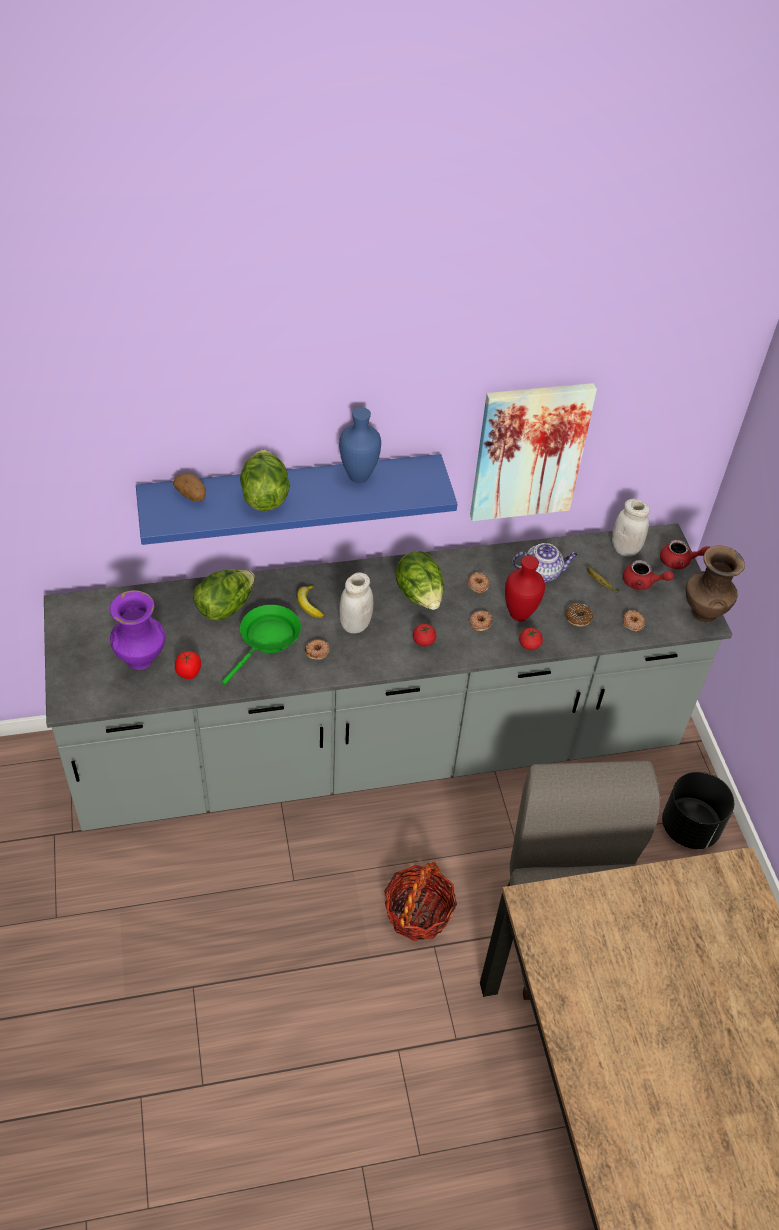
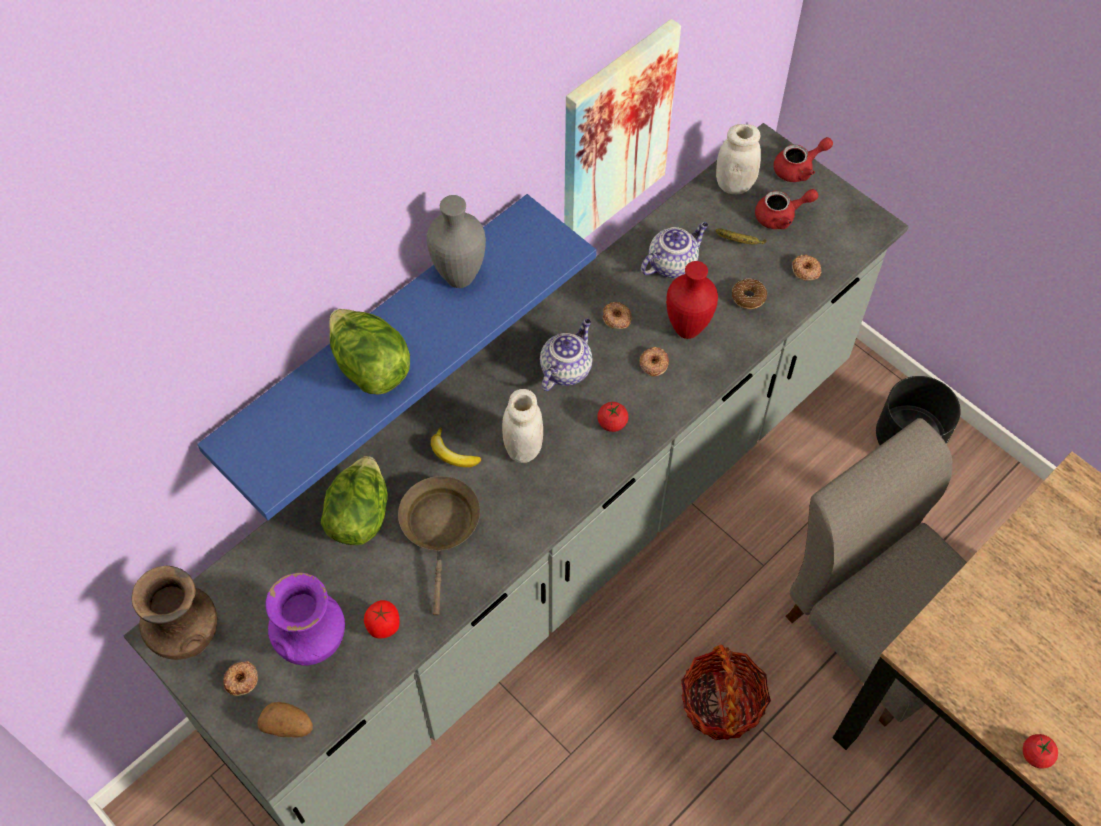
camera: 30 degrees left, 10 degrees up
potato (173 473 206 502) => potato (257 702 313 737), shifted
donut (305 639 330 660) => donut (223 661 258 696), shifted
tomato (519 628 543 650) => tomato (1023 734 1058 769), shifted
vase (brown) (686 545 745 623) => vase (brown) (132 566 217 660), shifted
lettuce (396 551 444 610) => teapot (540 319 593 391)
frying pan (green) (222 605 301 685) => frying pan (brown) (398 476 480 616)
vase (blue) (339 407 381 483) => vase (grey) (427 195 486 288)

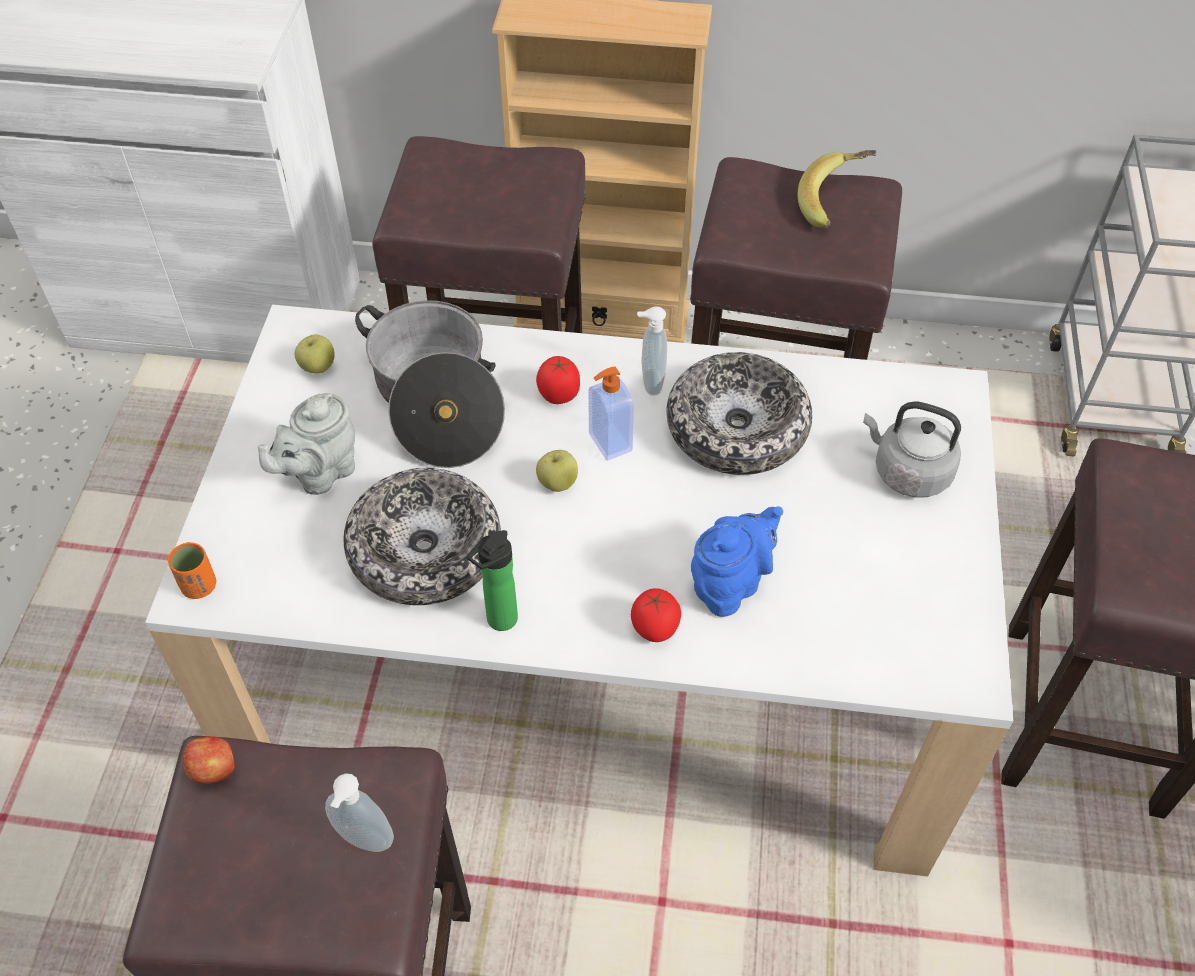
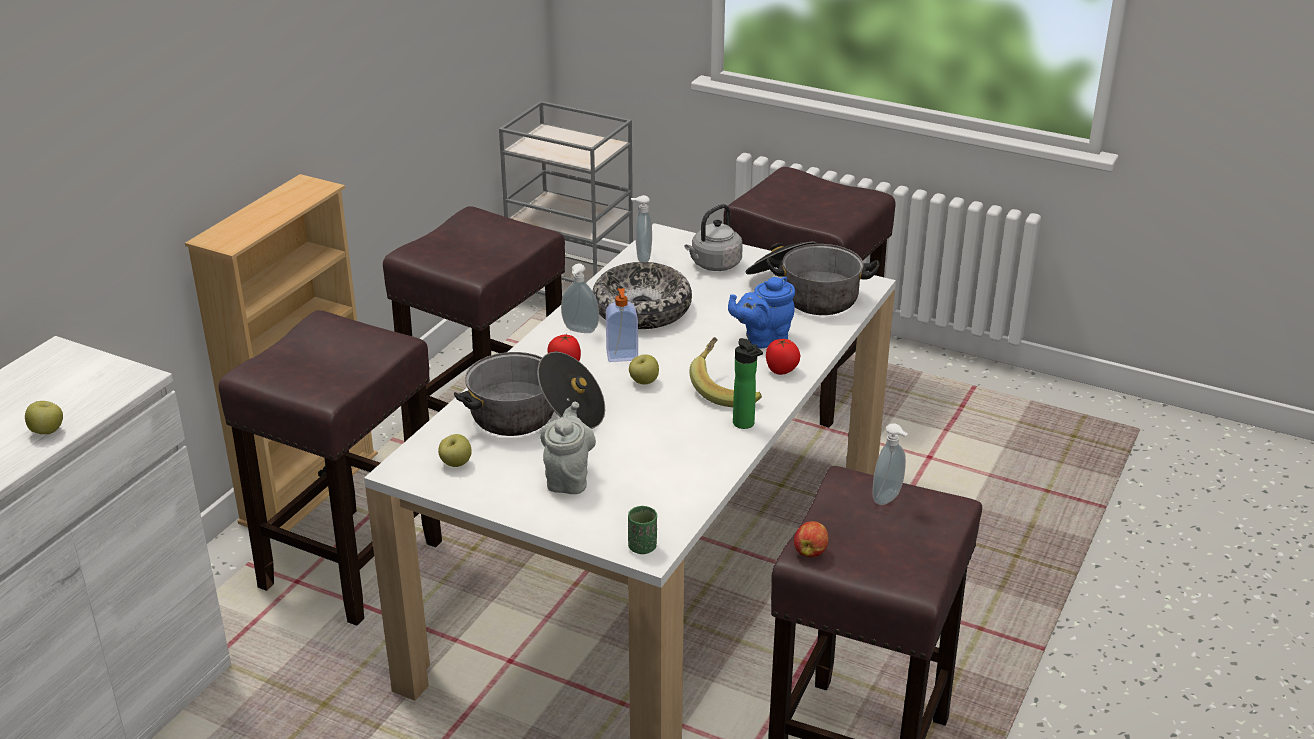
camera: 70 degrees left, 20 degrees down
bowl (343 468 501 605) => nothing
nothing => apple (25 401 63 434)
nothing => soap dispenser (631 195 652 262)
nothing => cooking pot (745 241 880 315)
banana (797 150 876 228) => banana (689 337 762 407), shifted
cup (orange) (168 542 216 599) => cup (green) (628 506 657 554)
teapot (grey) (258 393 355 495) => teapot (grey) (540 402 596 494), 150 degrees counterclockwise
teapot (blue) (691 506 783 617) => teapot (blue) (728 277 795 348), 90 degrees counterclockwise

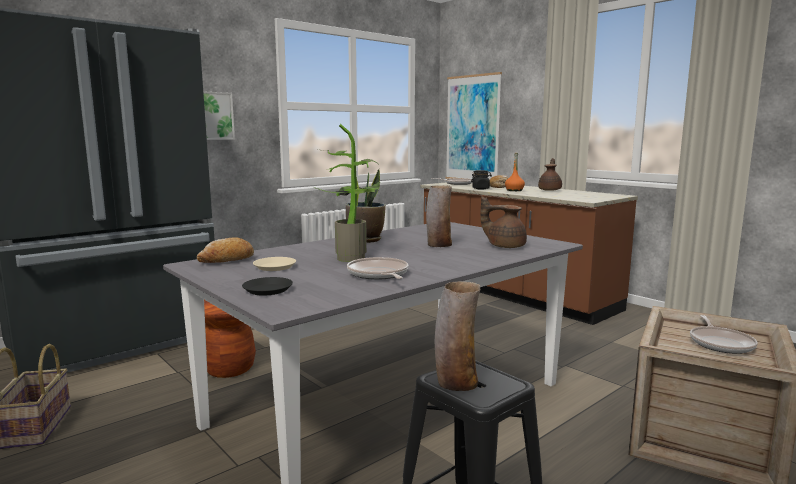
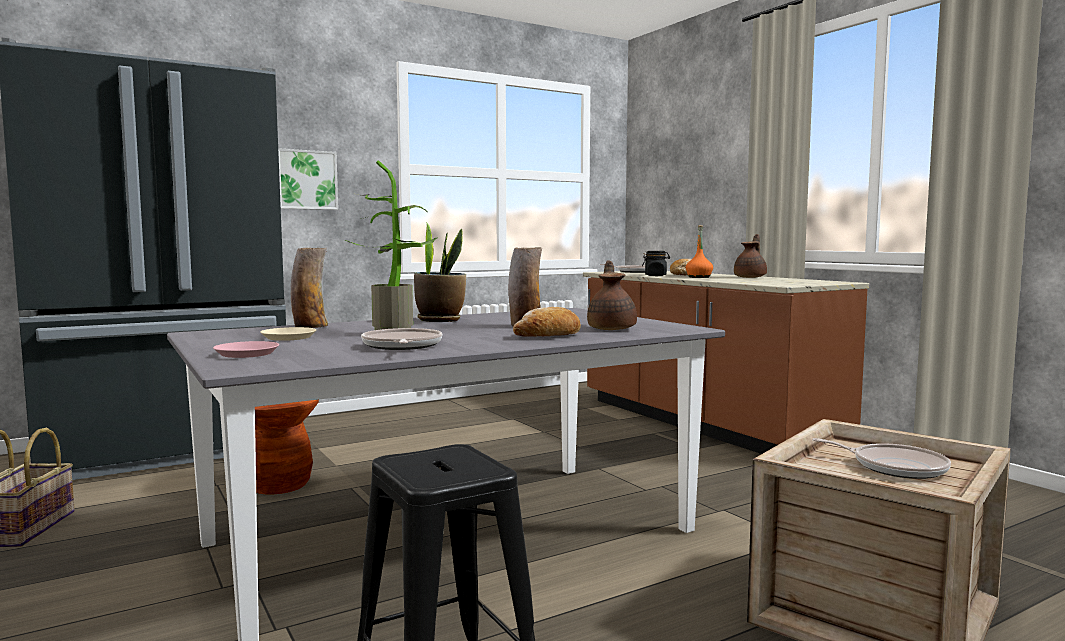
camera: 10 degrees right, 5 degrees down
picture (445 72 502 180) => nothing
bread (197 237 254 263) => bread (513 307 581 337), shifted
vase (435 281 480 391) => vase (290 247 328 328), shifted
plate (black) (242 277 293 295) => plate (pink) (213 341 279 358)
teapot (brown) (480 196 527 248) => teapot (brown) (587 260 637 330), 60 degrees clockwise
frying pan (690 315 758 354) => frying pan (812 438 951 479), 75 degrees counterclockwise

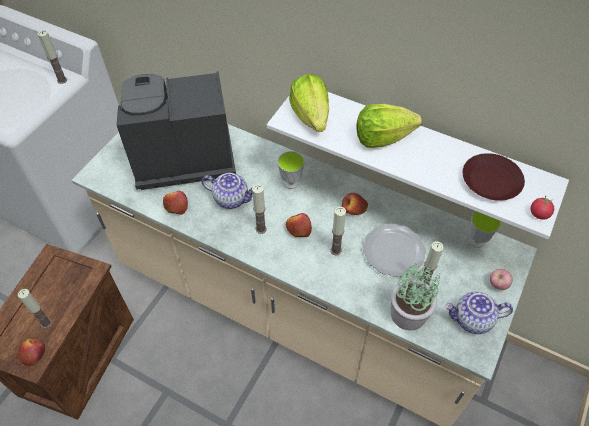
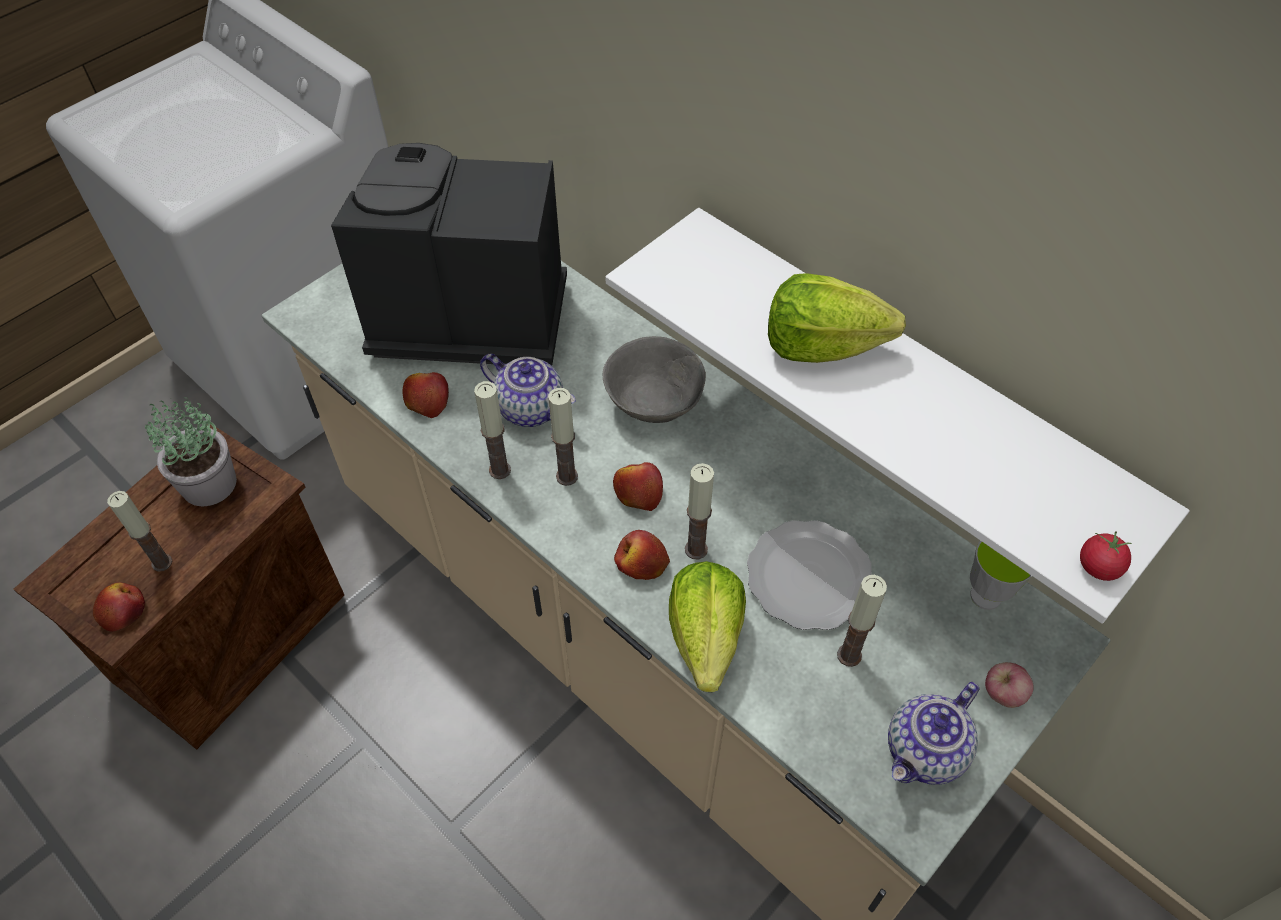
camera: 15 degrees right, 0 degrees up
plate (brown) (463 153 525 201) => nothing
candle (38 30 67 84) => candle (474 381 511 479), shifted
lettuce (289 74 329 132) => lettuce (669 561 746 692), shifted
apple (342 193 368 215) => apple (614 530 670 580), shifted
potted plant (391 263 440 331) => potted plant (145 397 237 507), shifted
cup (278 151 304 189) => bowl (grey) (603 336 706 423)
teapot (445 292 513 334) => teapot (888 682 980 785), 60 degrees counterclockwise

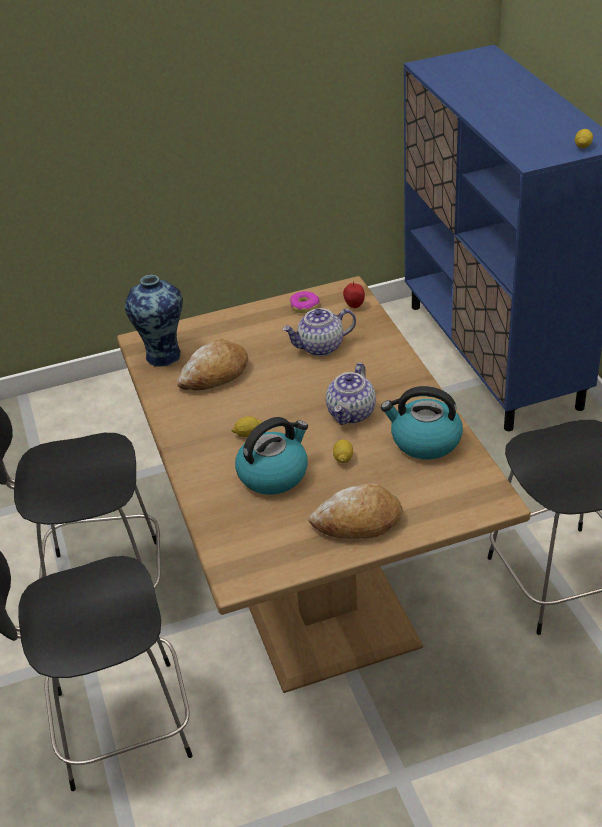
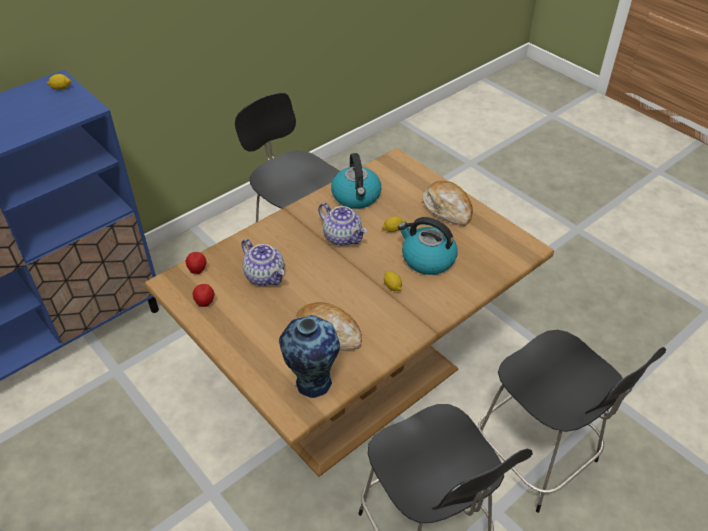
camera: 115 degrees left, 5 degrees up
donut (290 292 320 313) => apple (193 284 214 307)
teapot (326 363 376 425) => teapot (318 203 367 246), 45 degrees clockwise

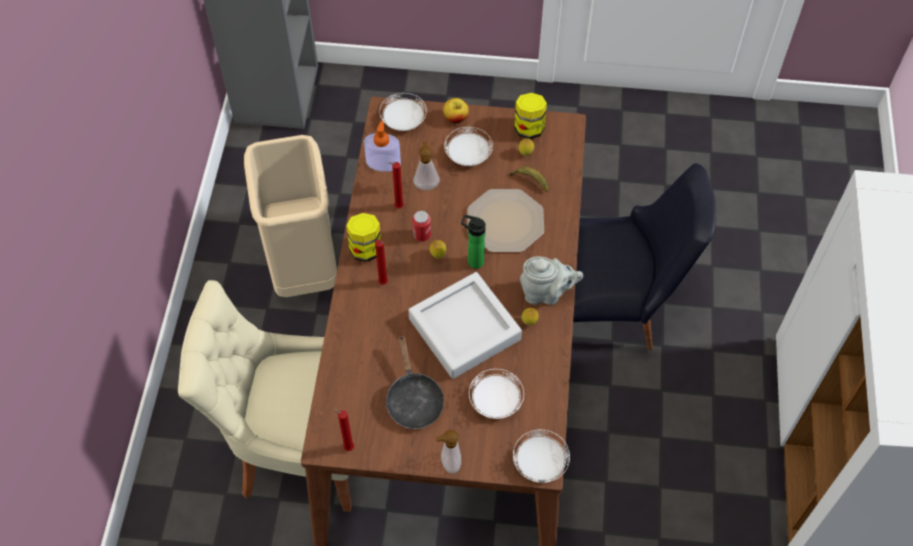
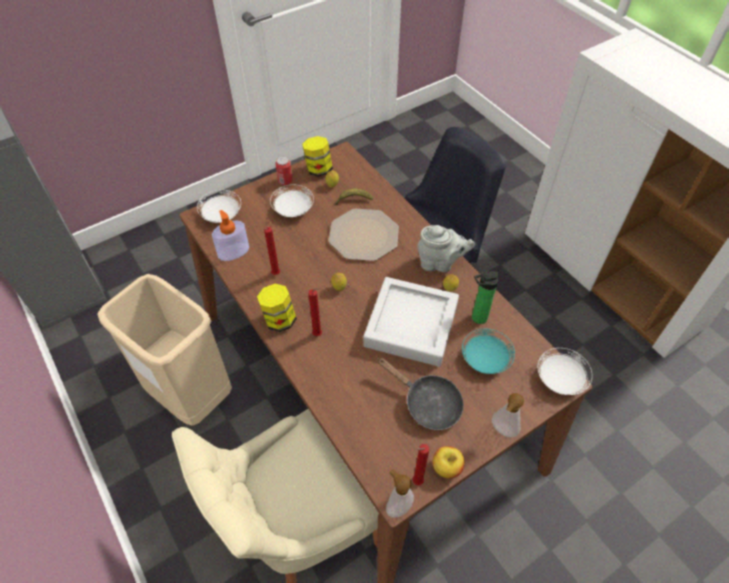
camera: 40 degrees left, 5 degrees down
can (412 211 431 242) => can (275 156 293 185), shifted
soap dispenser (413 141 440 190) => soap dispenser (386 469 414 518), shifted
apple (443 98 469 123) => apple (432 446 464 479), shifted
bottle (461 215 486 269) => bottle (472 271 499 324), shifted
plate (white) (469 369 524 419) => plate (turquoise) (462 329 515 374)
teapot (grey) (520 257 584 305) => teapot (grey) (417 225 475 272), 45 degrees clockwise

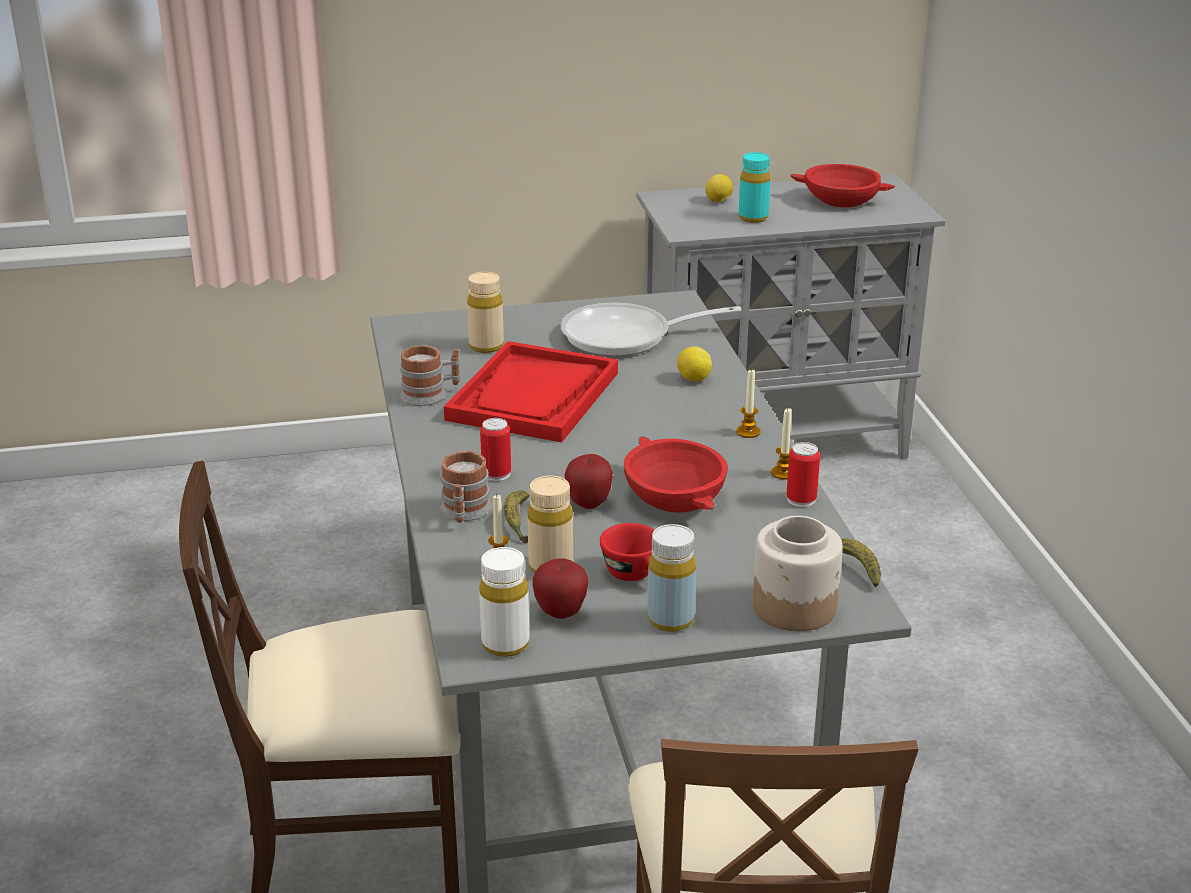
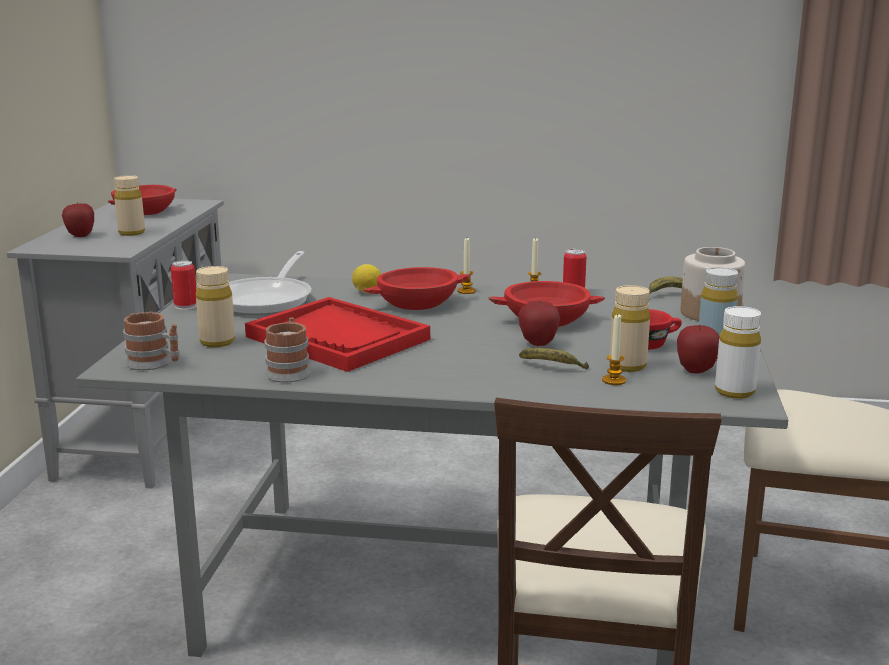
camera: 70 degrees left, 10 degrees down
nothing => bowl (red) (364 267 470 310)
mug (440 450 491 523) => mug (123 312 180 370), shifted
can (480 418 511 481) => can (171 260 197 310), shifted
lemon (705 174 733 202) => apple (62 202 94 237)
bottle (turquoise) (739 152 771 223) => bottle (beige) (114 175 145 236)

